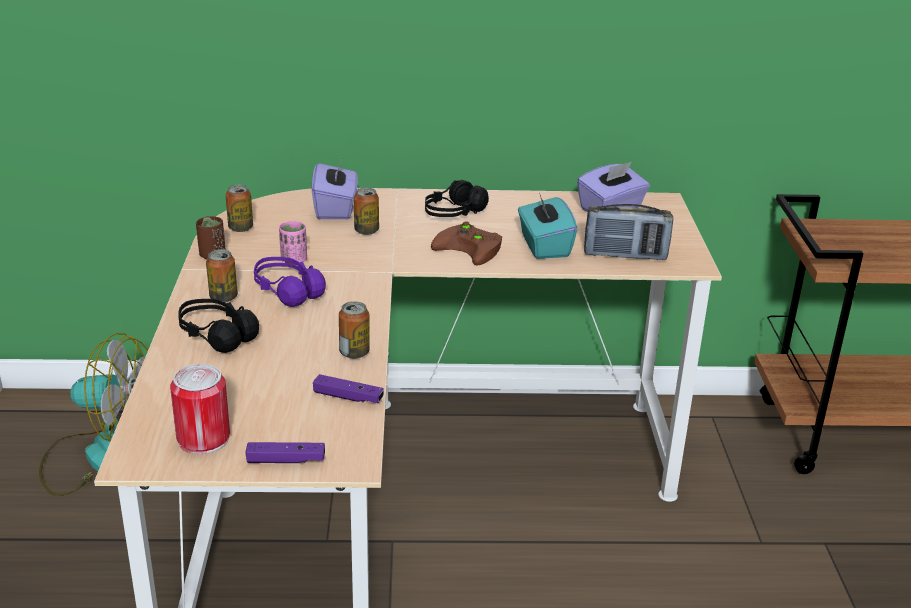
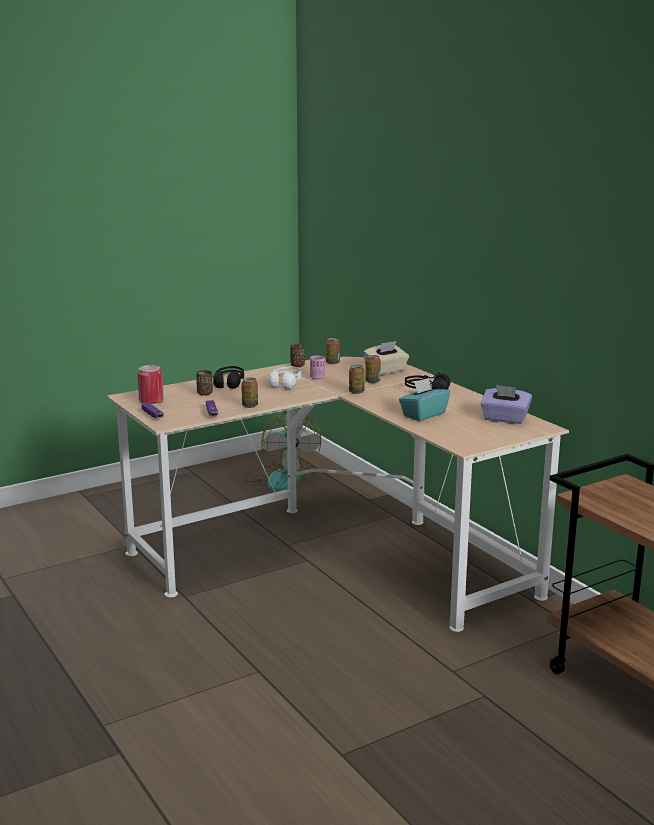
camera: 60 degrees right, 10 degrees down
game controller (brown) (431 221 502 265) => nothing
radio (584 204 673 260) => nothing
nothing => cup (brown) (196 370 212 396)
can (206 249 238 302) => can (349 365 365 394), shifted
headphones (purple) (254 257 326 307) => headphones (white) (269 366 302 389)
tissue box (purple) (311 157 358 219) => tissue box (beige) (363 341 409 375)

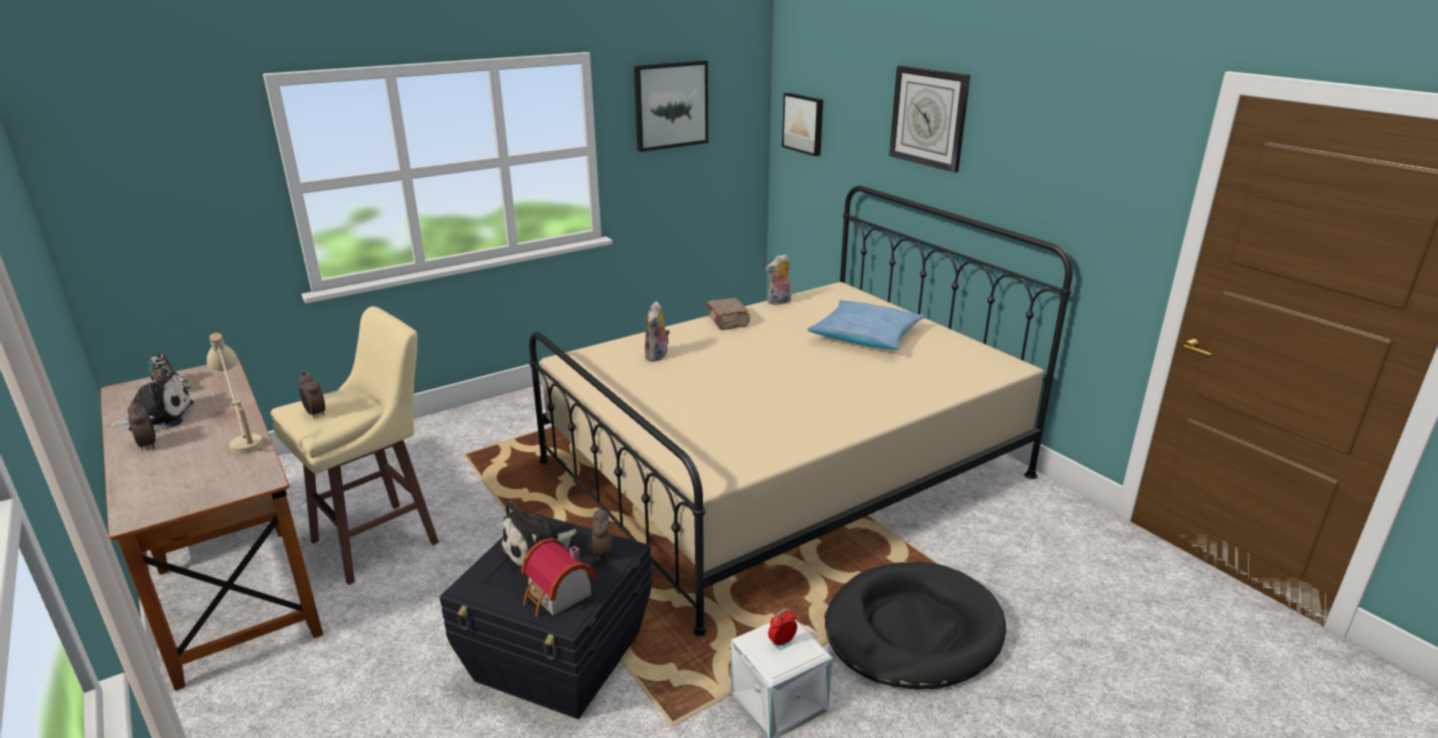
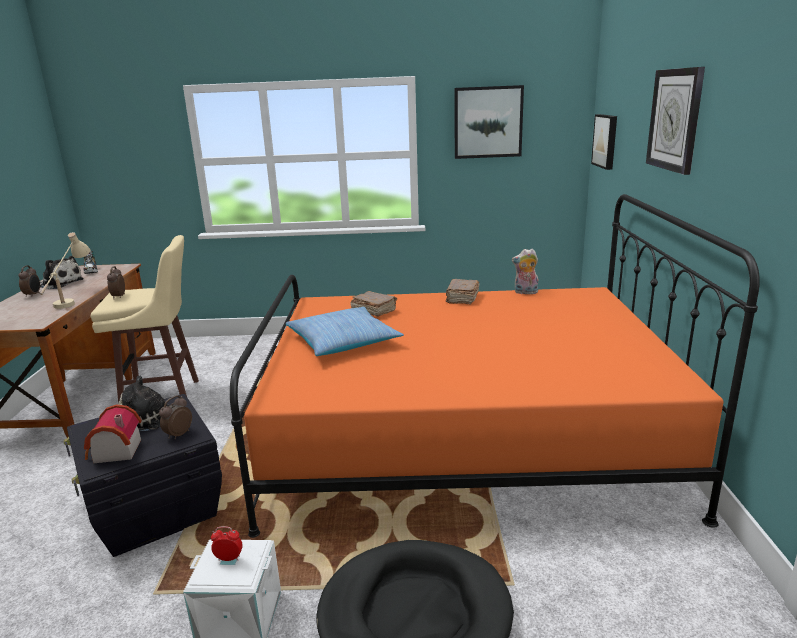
camera: 35 degrees right, 5 degrees down
pillow (807 300 926 349) => pillow (286 307 404 356), shifted
plush toy (645 301 670 362) => book (brown) (351 291 397 316)
bed (beige) (529 186 1073 637) => bed (orange) (230 194 760 538)

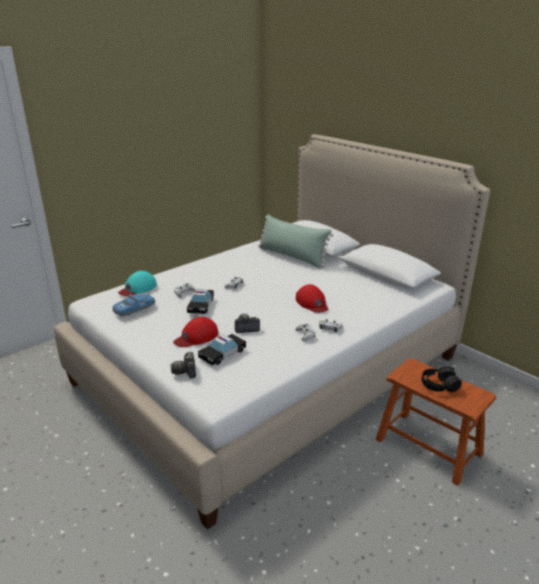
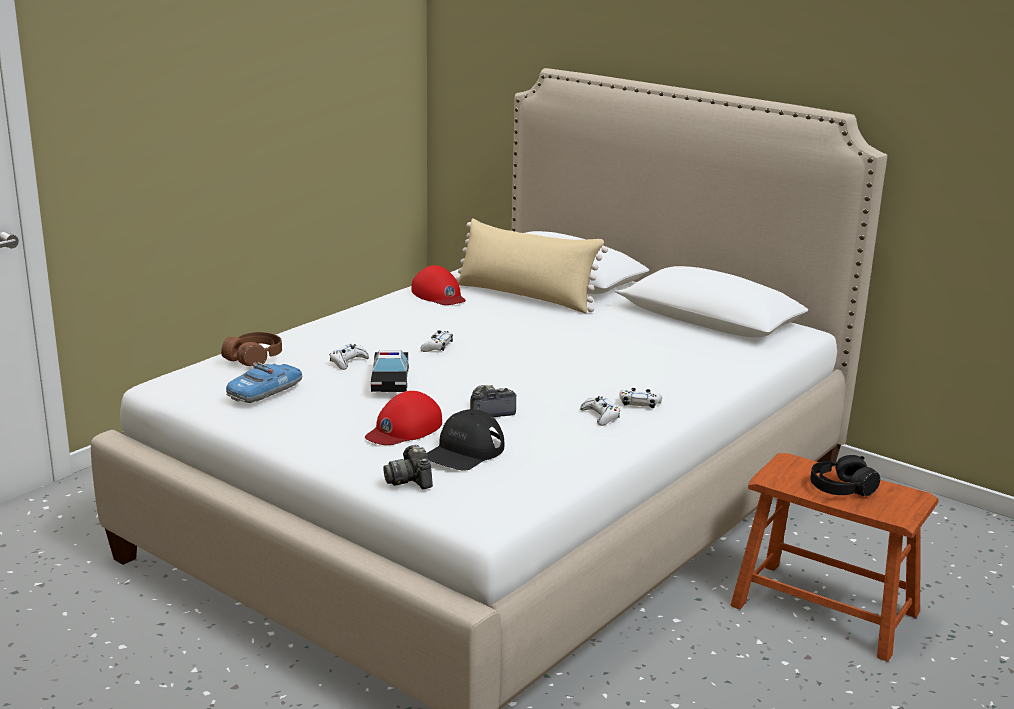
camera: 10 degrees left, 5 degrees down
cap (red) (296 284 329 313) => cap (red) (412 265 466 305), shifted
cap (turquoise) (118 271 157 296) => headphones (brown) (221 332 282 366)
toy car (198 334 246 366) => cap (black) (427 409 504 471)
pillow (green) (258 214 333 268) => pillow (beige) (456 218 608 313)

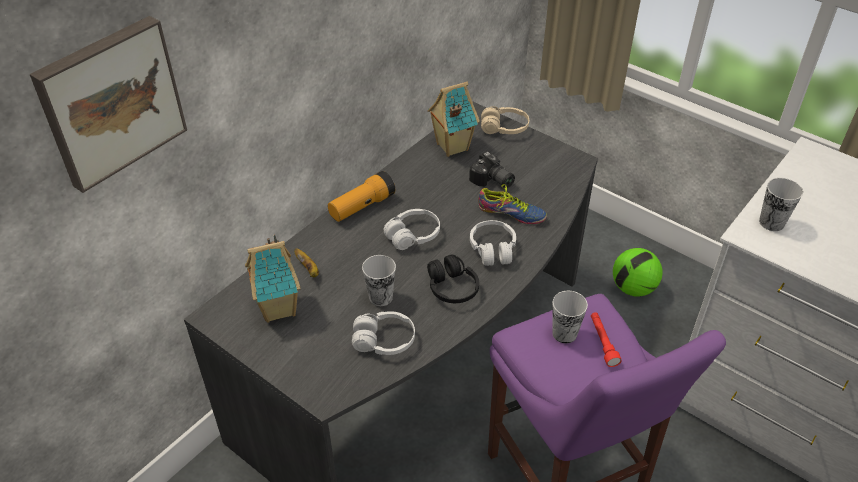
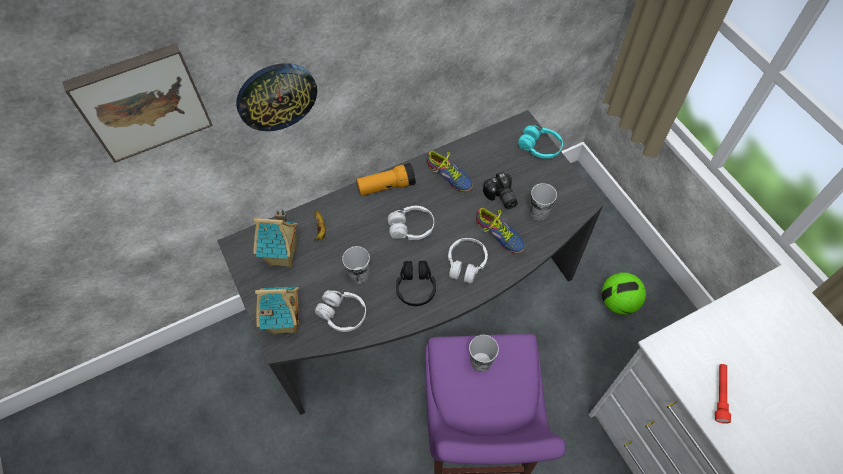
camera: 25 degrees right, 15 degrees up
nothing => wall clock (236 63 317 131)
nothing => shoe (427 151 473 192)
toy house (427 82 480 157) => toy house (255 287 299 335), shifted
flashlight (red) (591 312 622 367) => flashlight (red) (715 364 731 424), shifted
cup (759 178 803 231) => cup (530 183 557 221), shifted
headphones (beige) (481 106 529 134) => headphones (turquoise) (518 125 563 159)

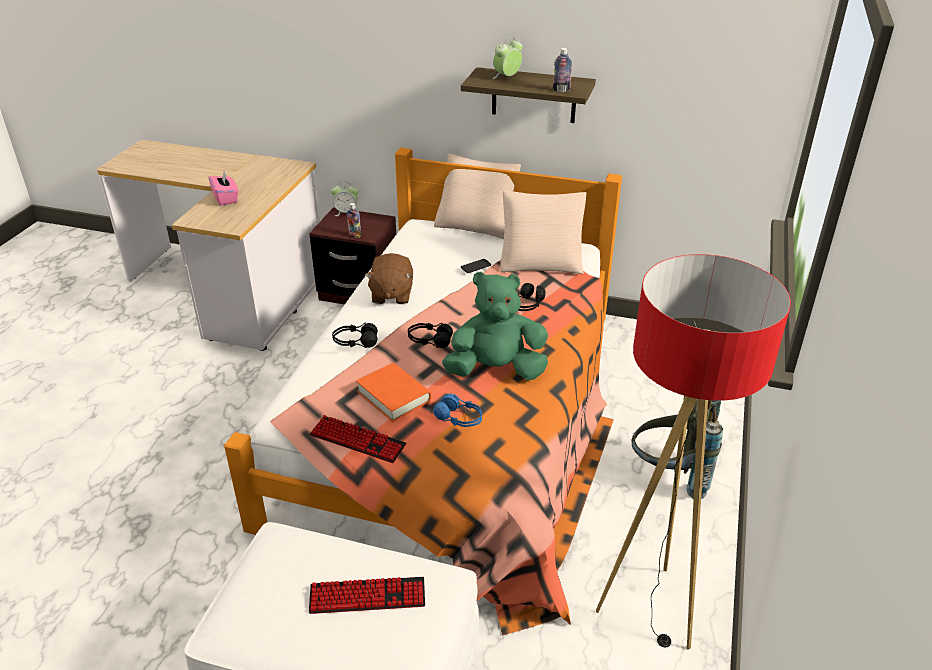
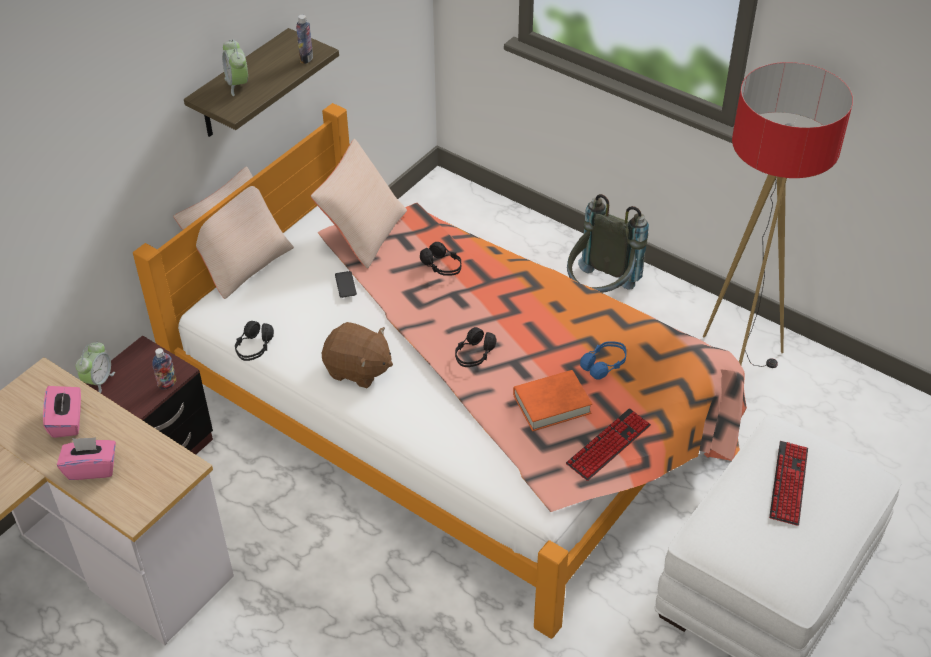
camera: 70 degrees left, 10 degrees up
plush toy (green) (442 272 548 380) => nothing
nothing => tissue box (pink) (43 386 81 438)
headphones (black) (332 323 378 348) => headphones (black) (235 321 274 361), shifted

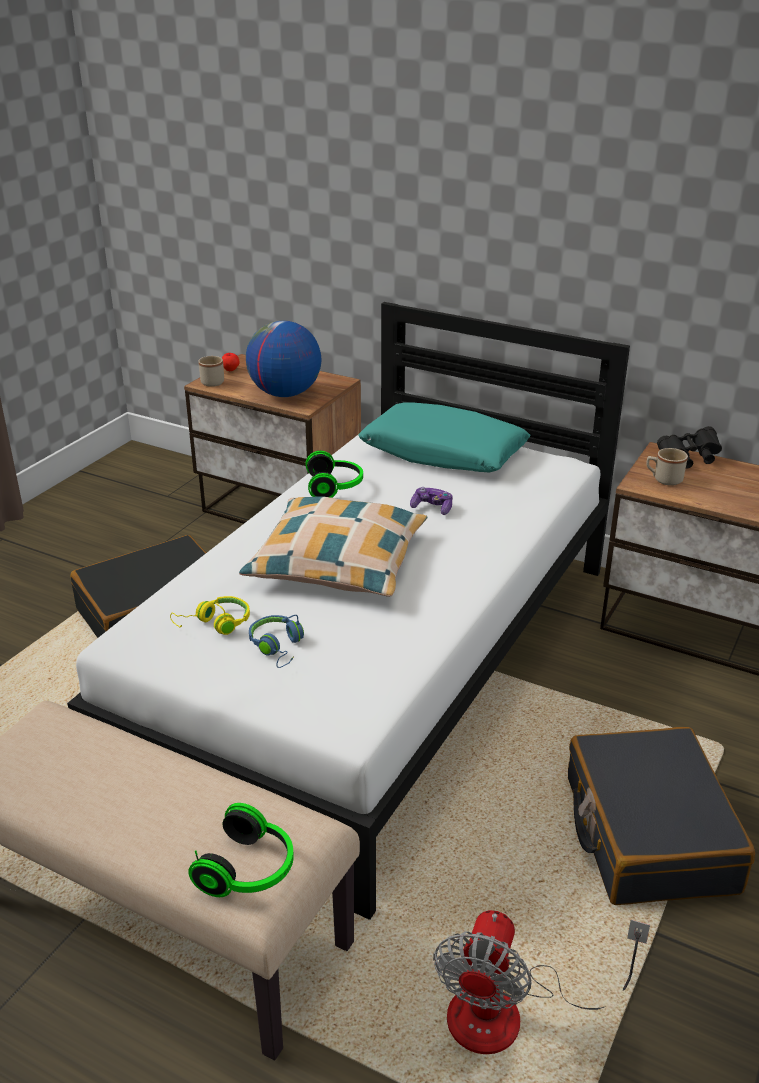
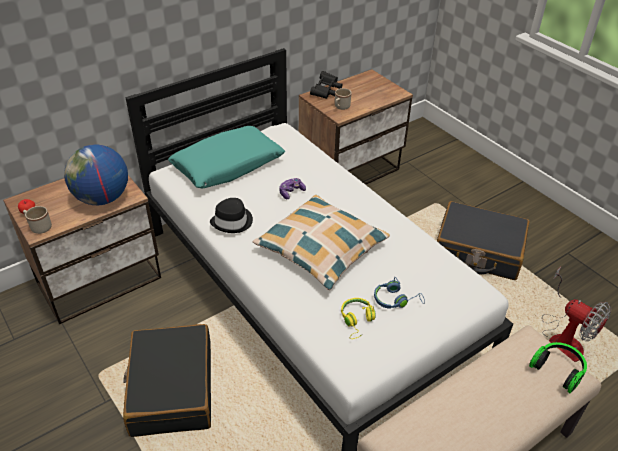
camera: 65 degrees left, 10 degrees up
headphones (305 451 363 498) => hat (black) (210 198 253 233)

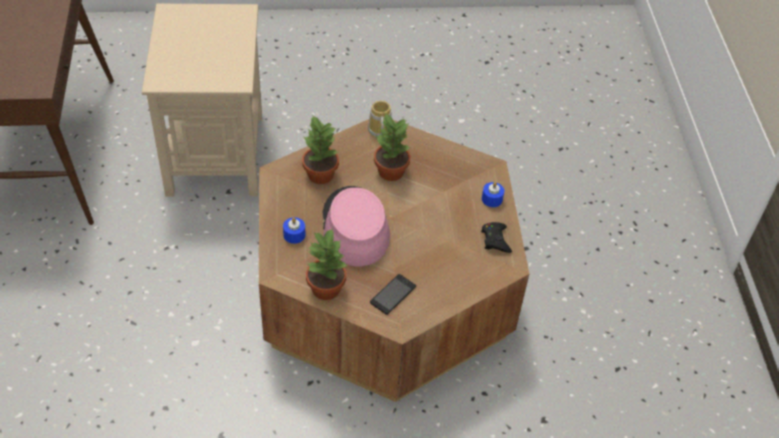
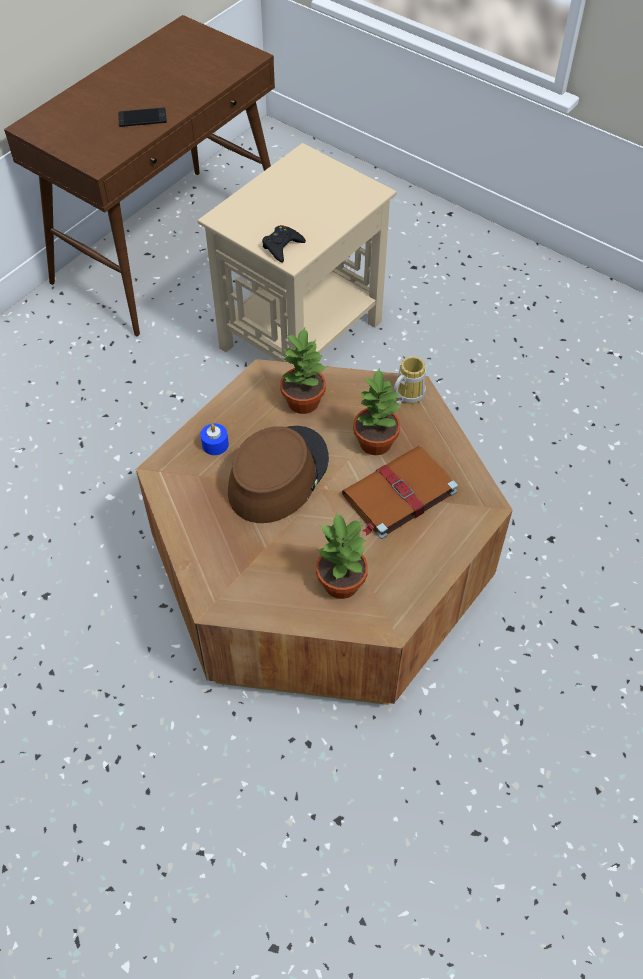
camera: 45 degrees right, 5 degrees up
candle (blue) (482 182 504 207) => nothing
nothing => book (brown) (342 446 458 539)
potted plant (306 228 347 300) => potted plant (316 512 368 599), shifted
phone (370 274 416 315) => phone (118 108 167 127), shifted
game controller (black) (481 222 512 253) => game controller (black) (262 225 306 263), shifted
hat (pink) (323 186 390 266) => hat (brown) (228 426 329 523)

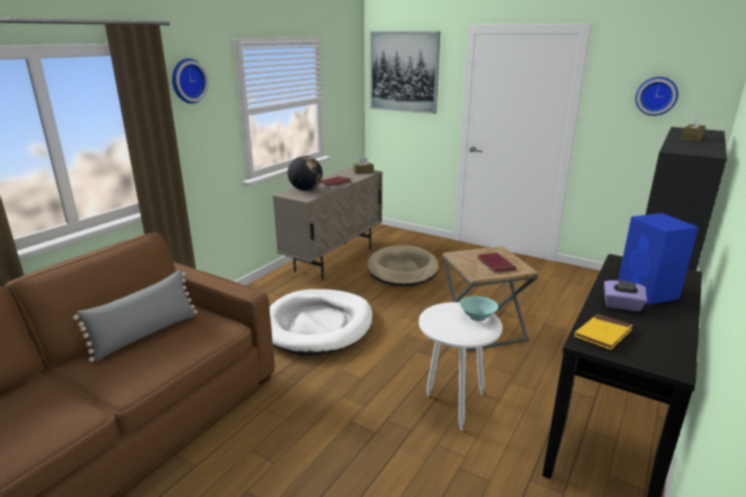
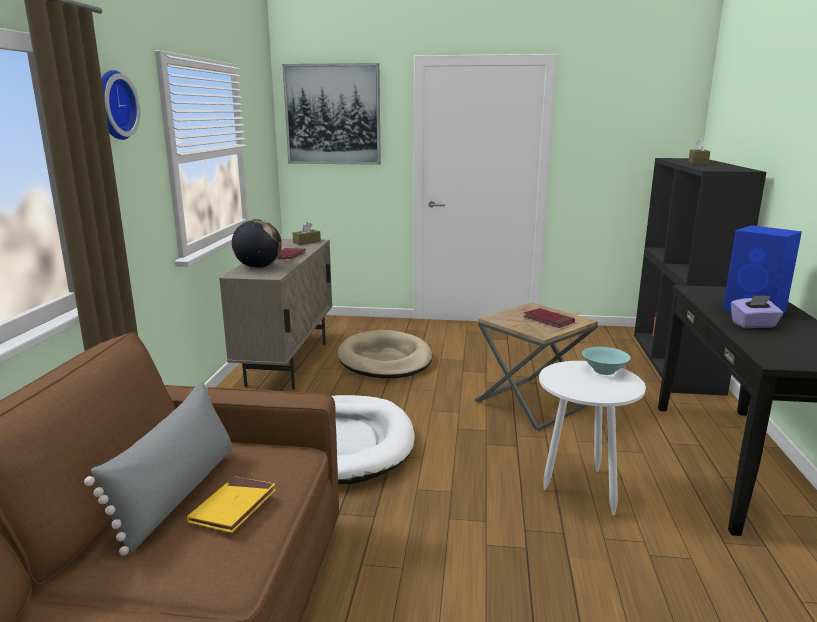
camera: 25 degrees left, 5 degrees down
wall clock (635 77 678 116) => nothing
book (yellow) (574 314 633 350) => book (yellow) (187 476 276 533), shifted

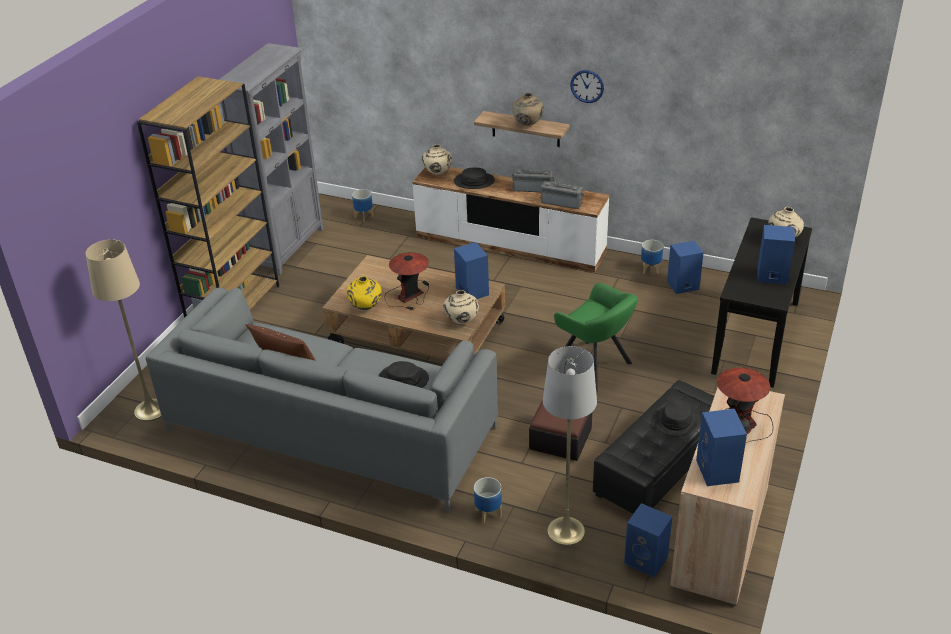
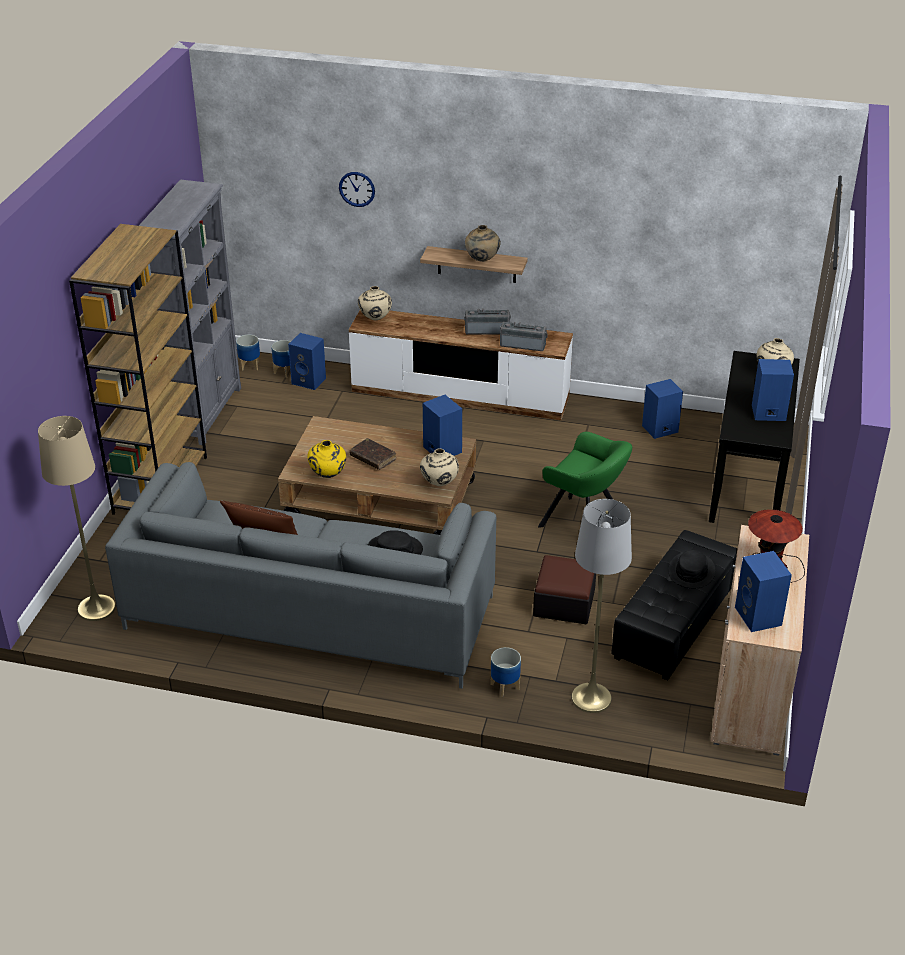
camera: 10 degrees left, 0 degrees up
hat (black) (454 167 495 189) => nothing
wall clock (570 70 604 103) => wall clock (339 172 375 207), shifted
speaker (blue) (624 503 672 577) => speaker (blue) (288 333 326 390), shifted
planter (641 240 663 274) => planter (236 334 260 371), shifted
table lamp (385 253 429 310) => book (brown) (350 438 397 470)

